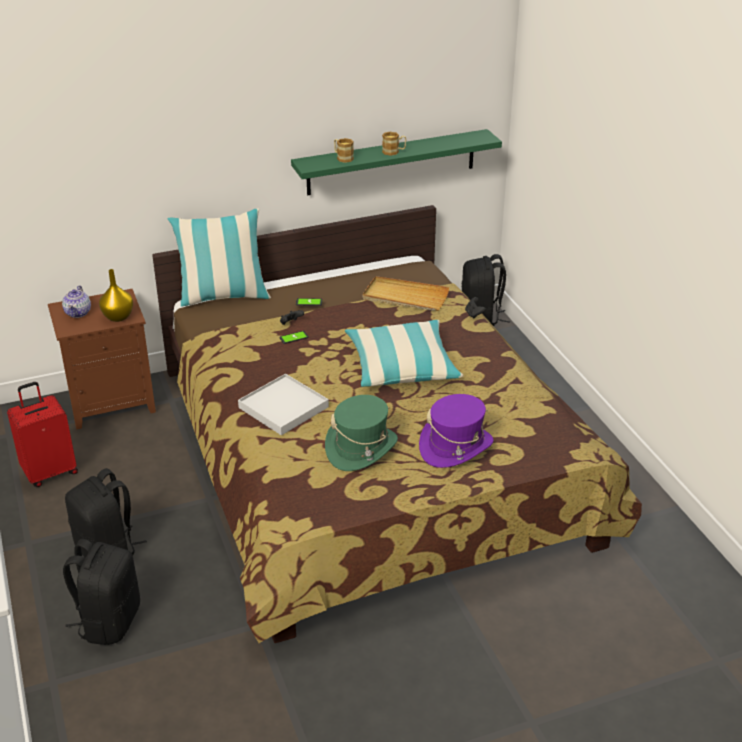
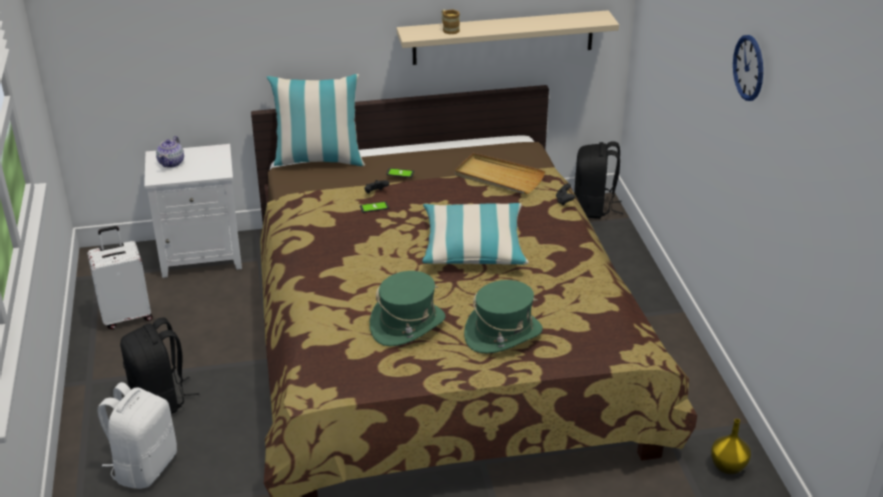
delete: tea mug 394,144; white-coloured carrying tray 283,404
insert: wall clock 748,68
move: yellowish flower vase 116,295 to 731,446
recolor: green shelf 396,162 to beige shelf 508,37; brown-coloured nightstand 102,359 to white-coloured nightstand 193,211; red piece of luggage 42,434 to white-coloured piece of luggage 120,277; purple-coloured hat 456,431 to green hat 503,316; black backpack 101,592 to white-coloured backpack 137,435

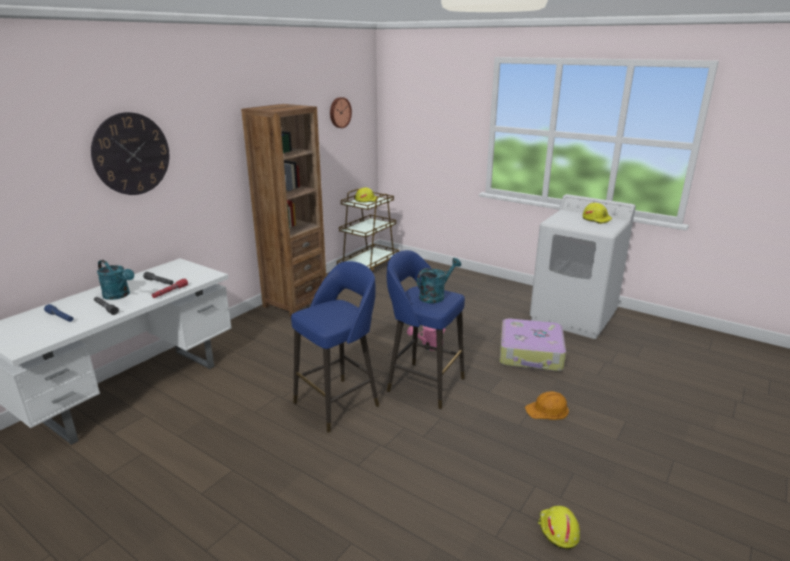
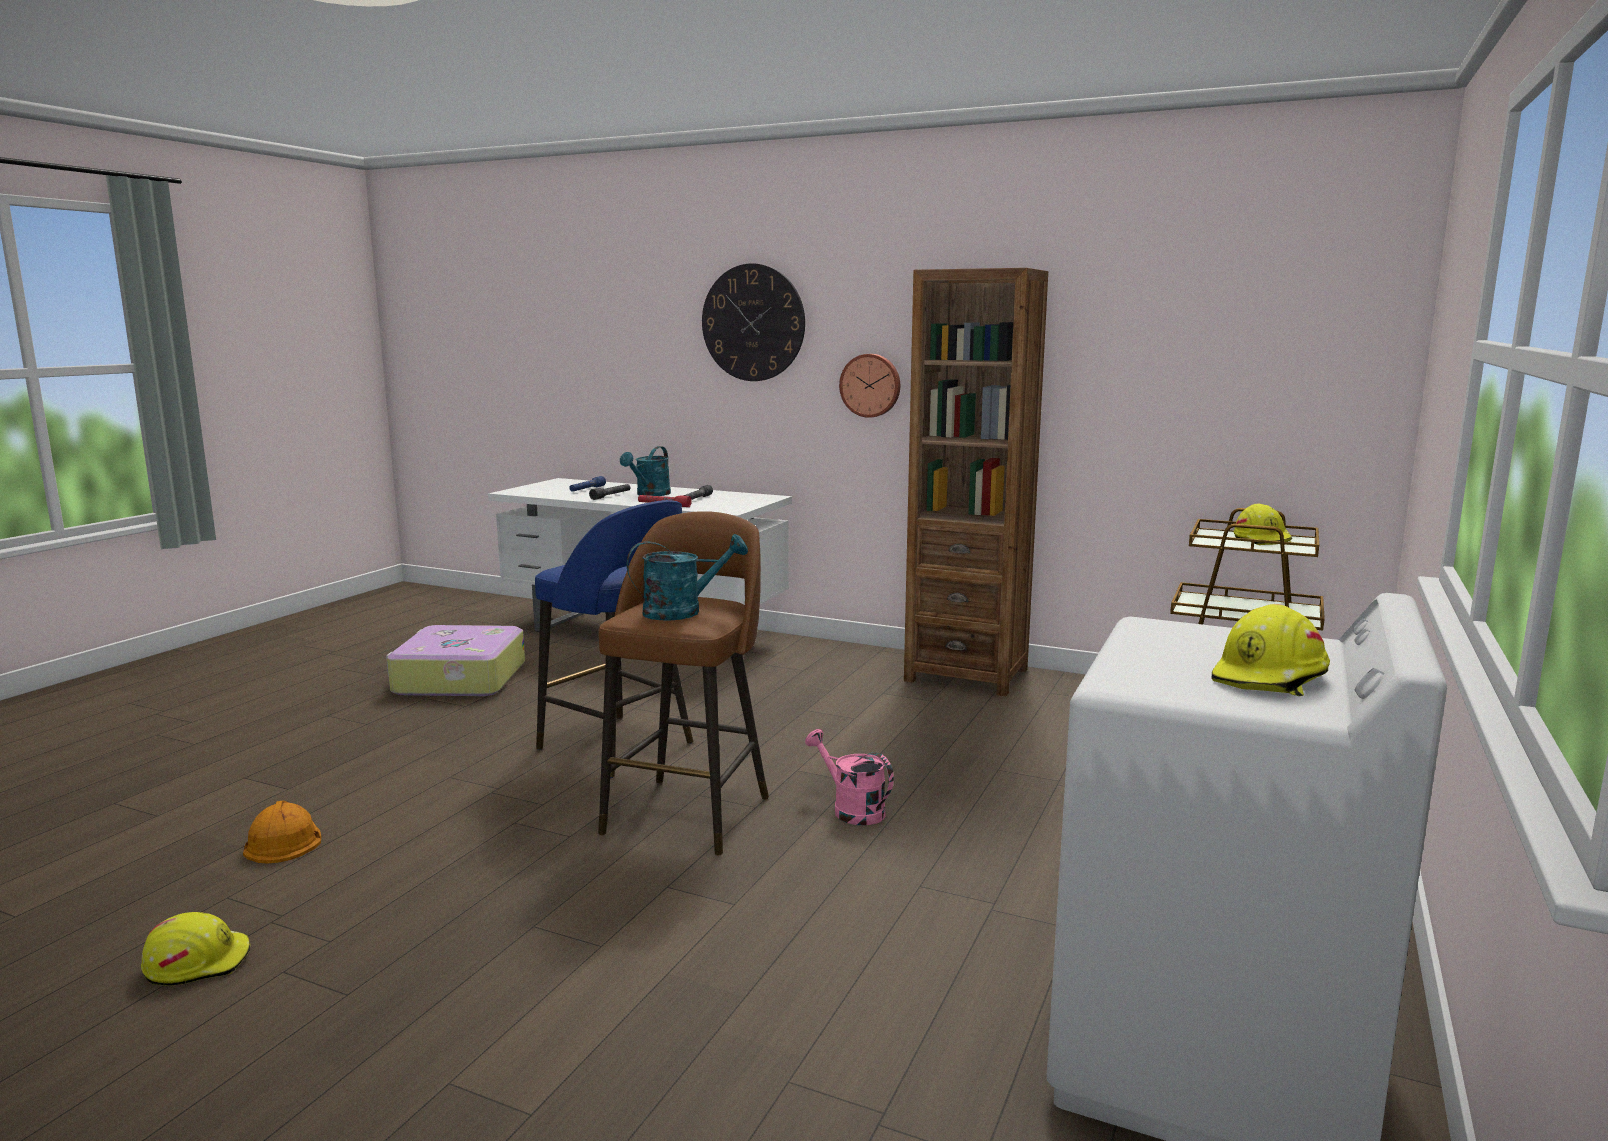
move: wall clock 341,112 to 869,386; piece of luggage 533,344 to 455,660; orange-coloured safety helmet 547,405 to 282,832
recolor: blue sitting stool 426,329 to brown-coloured sitting stool 683,683
rotate: turquoise watering pot 439,280 = 687,577 60 degrees counterclockwise

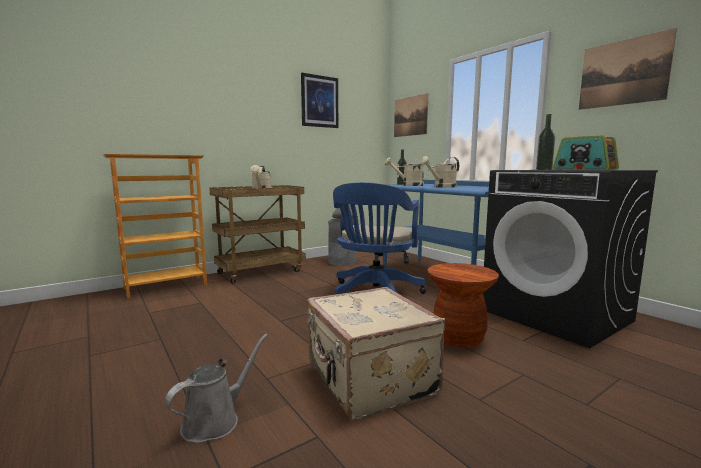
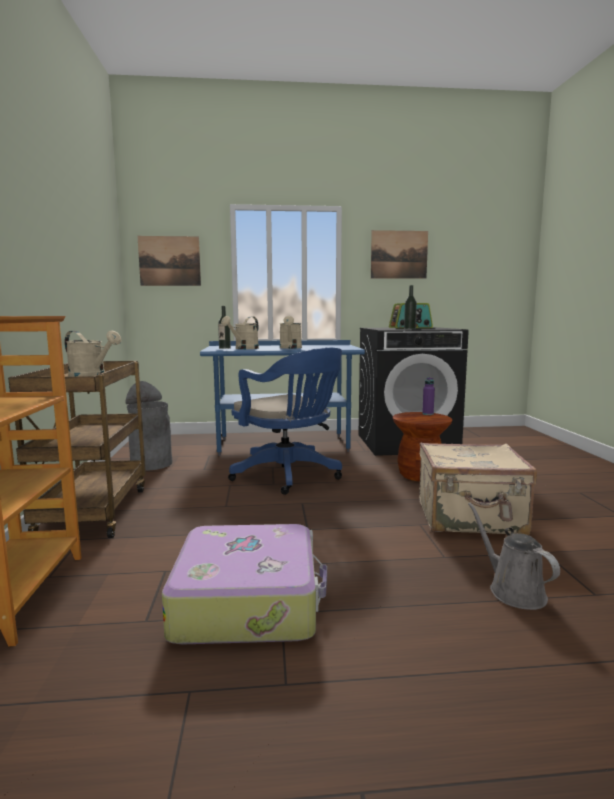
delete: wall art 319,100
insert: purple-coloured bottle 428,396; piece of luggage 244,584

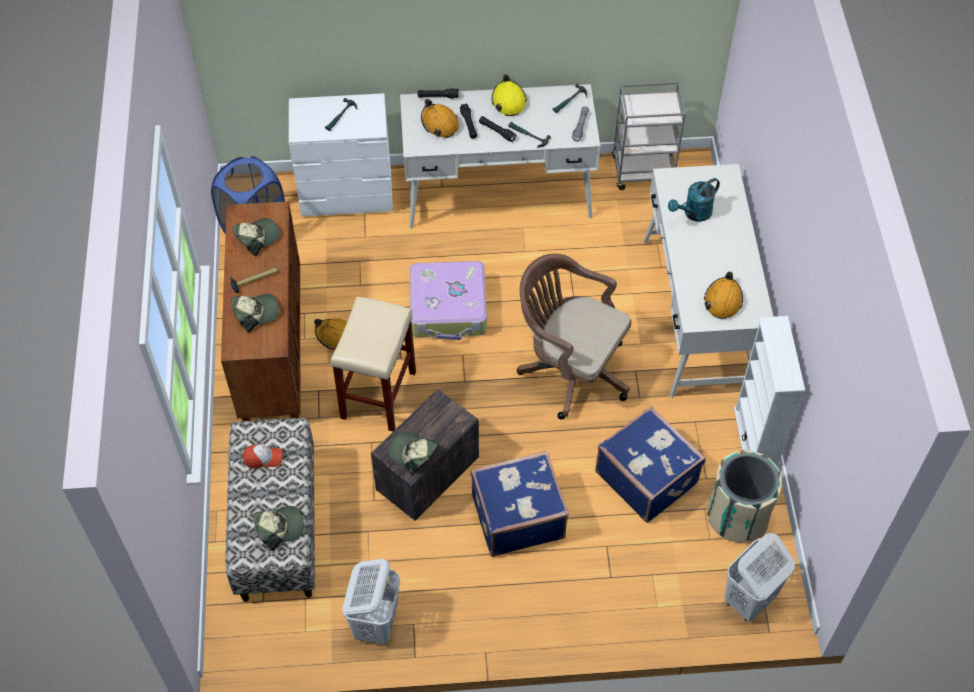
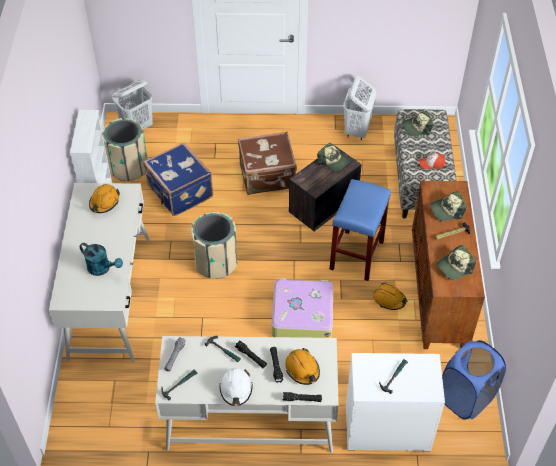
delete: gray wheeled cart 648,136
replace: brown-coloured desk chair 574,336 to beige trash can 214,245
recolor: yellowish safety helmet 509,95 to white-coloured safety helmet 236,387; beige sitting stool 373,364 to blue sitting stool 360,230; blue piece of luggage 520,504 to brown-coloured piece of luggage 267,163
rotate: turquoise watering pot 694,200 = 101,259 60 degrees clockwise

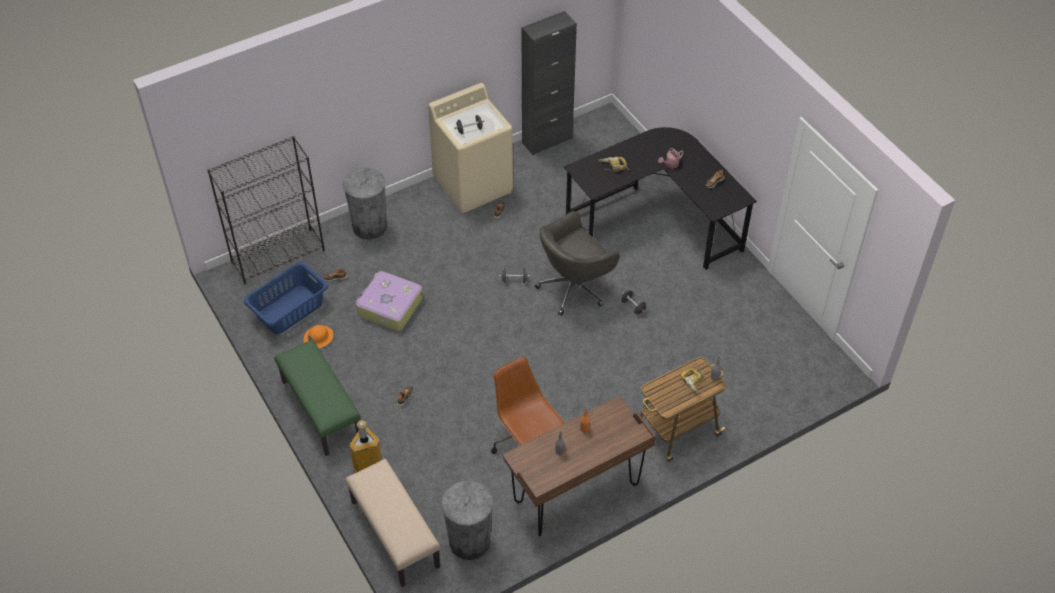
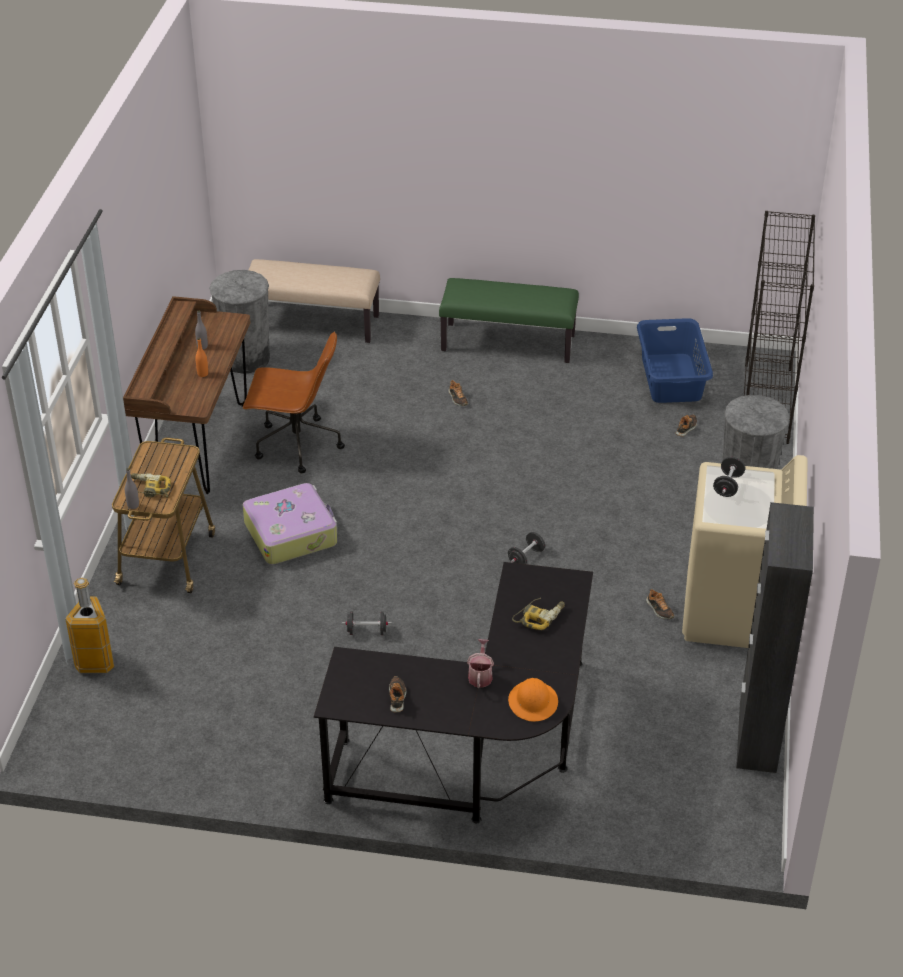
delete: gray desk chair 577,263
move: piece of luggage 389,301 to 290,524; orange-coloured safety helmet 318,336 to 533,700; trash can 365,446 to 89,625

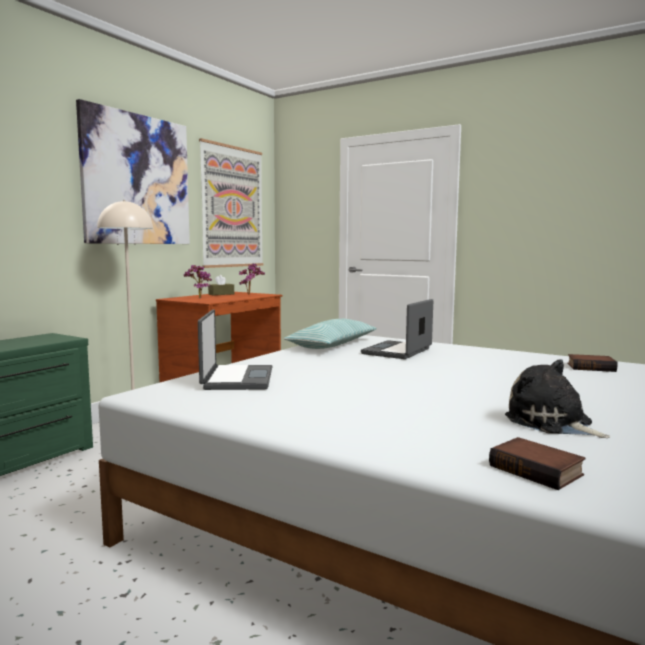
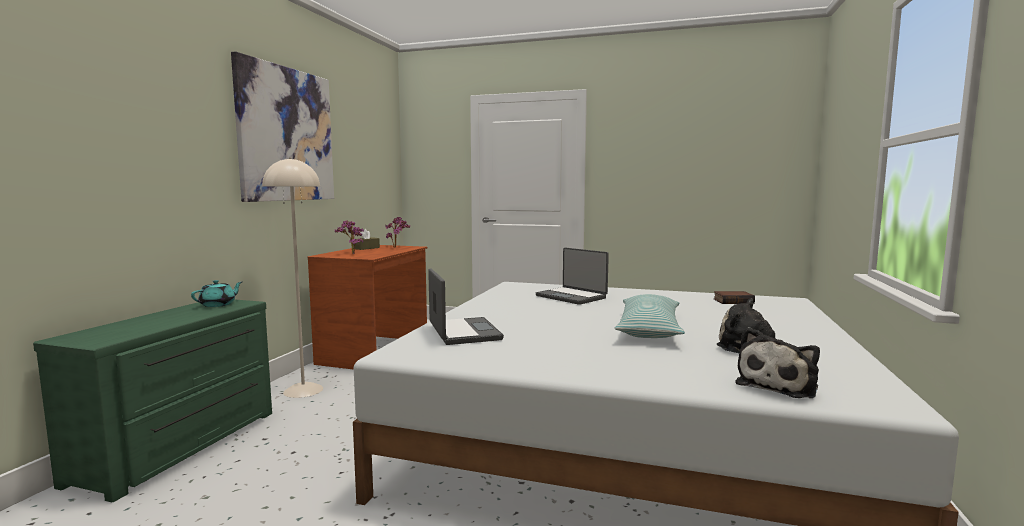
delete: wall art 231,203
insert: turquoise tea pot 216,293
move: throw pillow 330,334 to 650,316
replace: bound book 537,463 to cuddly toy 778,362
rotate: notebook computer 397,329 = 572,276 60 degrees counterclockwise

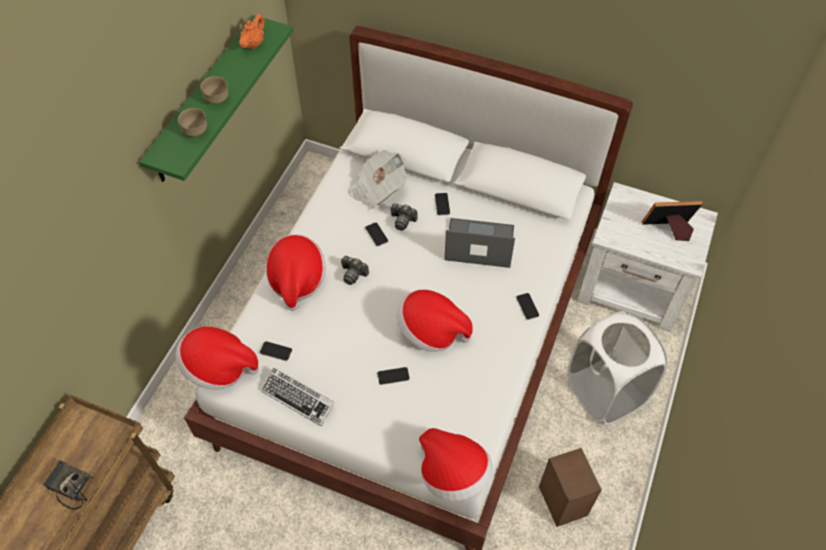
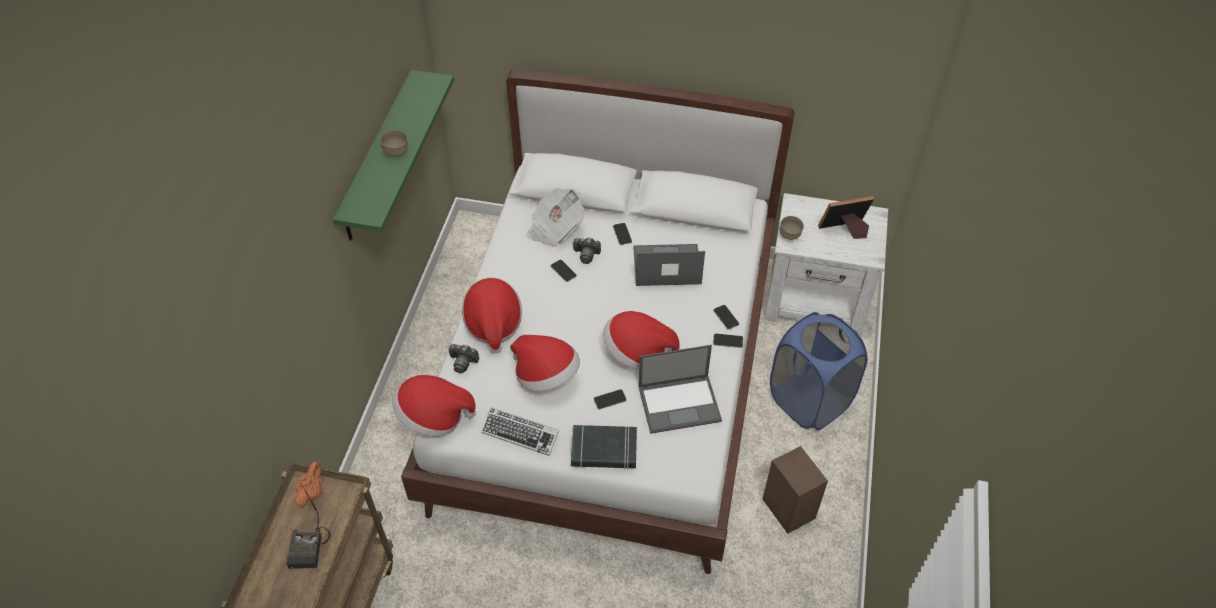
insert: notebook computer 680,389; black bound book 604,447
move: orange-coloured tea pot 252,31 to 309,484; brown-coloured bowl 192,122 to 791,228; photo camera 355,270 to 463,358; handset 276,351 to 728,340; hat 456,464 to 545,363
recolor: white-coloured hamper 617,368 to blue hamper 819,371
rotate: radio 67,485 = 308,529 105 degrees counterclockwise

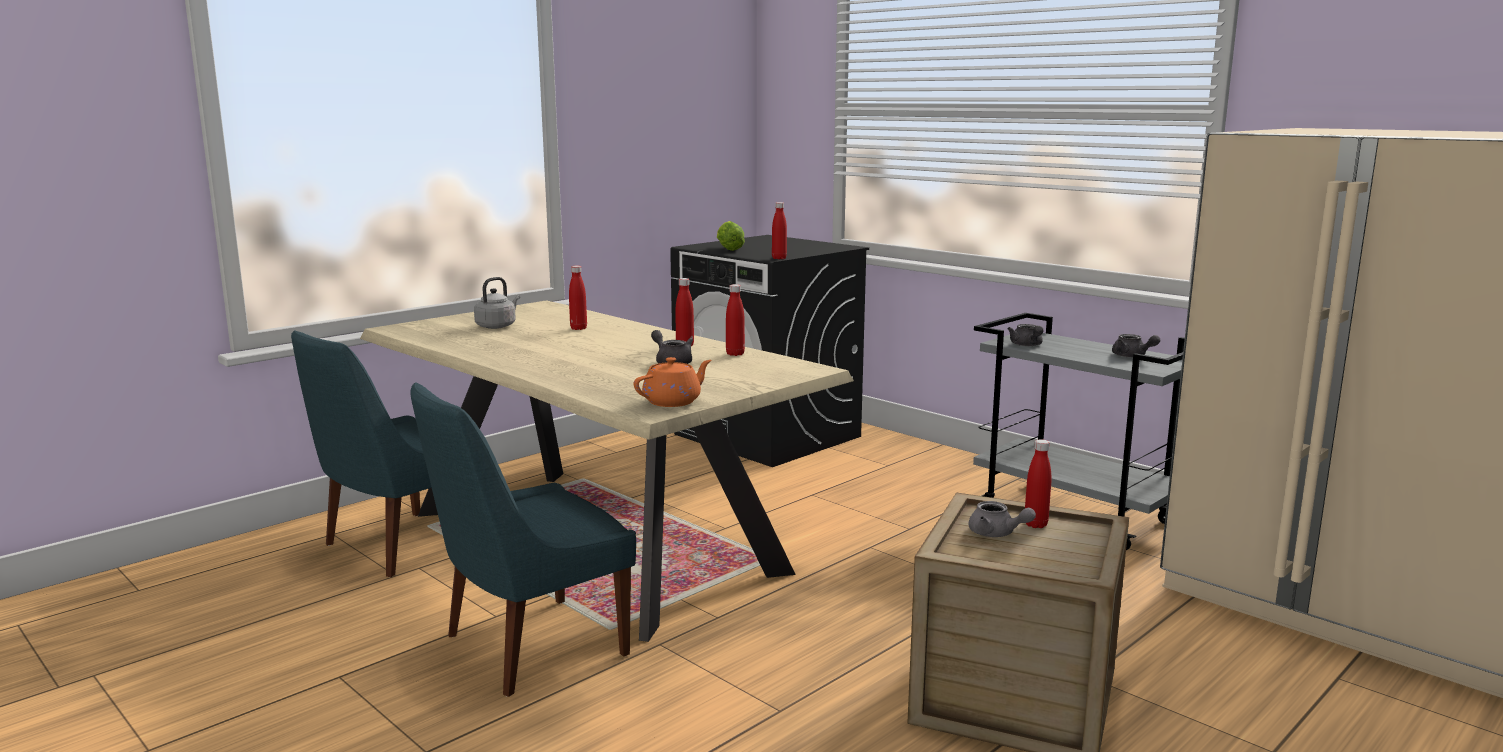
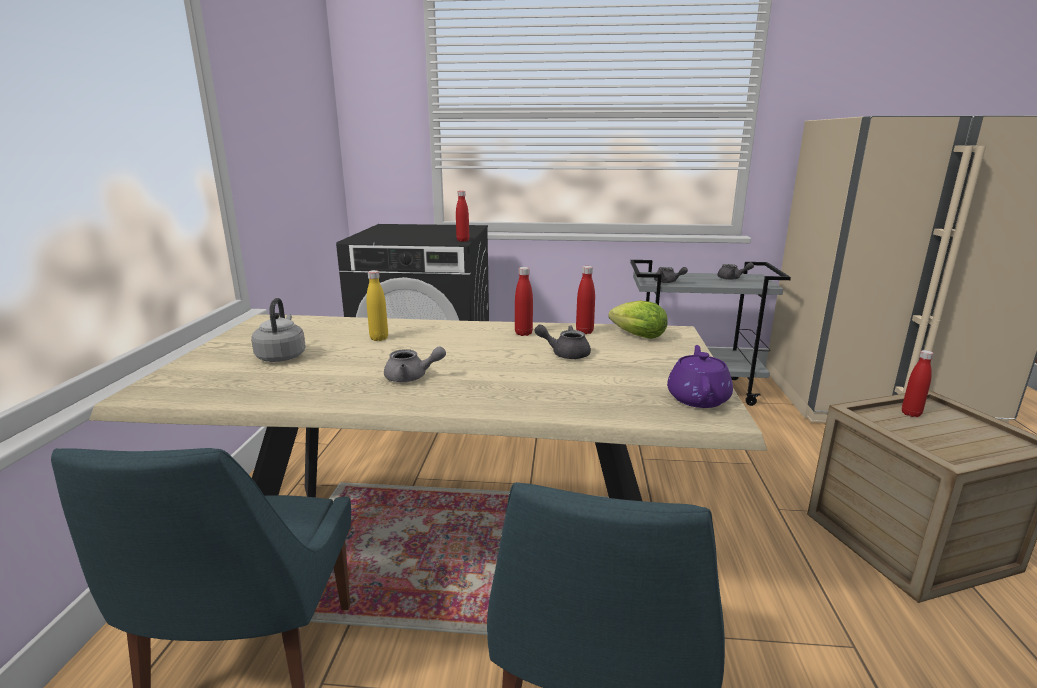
move: lettuce 731,236 to 638,320; gray tea pot 1002,519 to 415,364
recolor: red bottle 578,298 to yellowish bottle 377,305; orange-coloured tea pot 672,382 to purple-coloured tea pot 700,376

